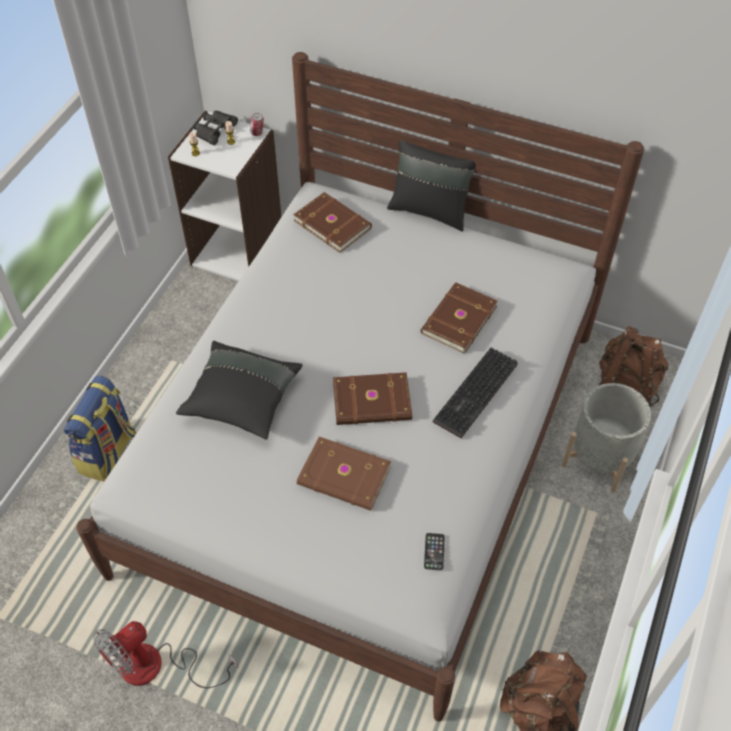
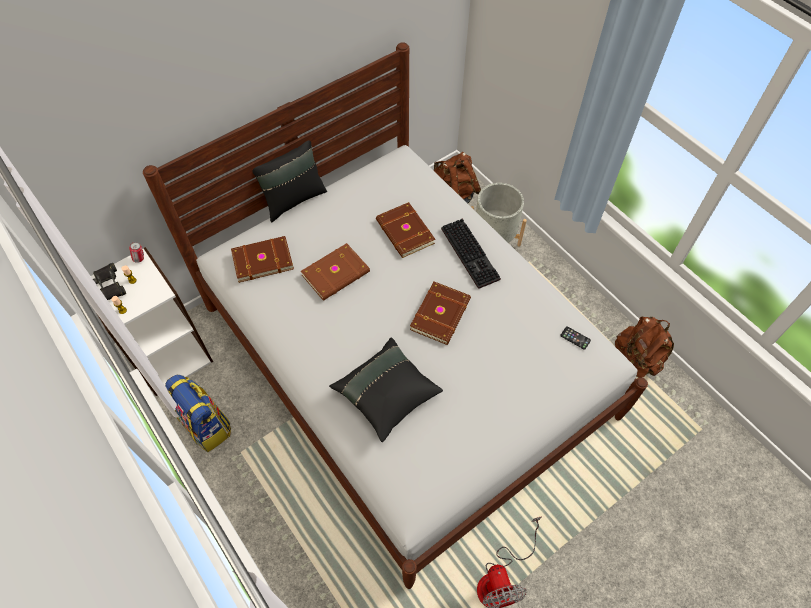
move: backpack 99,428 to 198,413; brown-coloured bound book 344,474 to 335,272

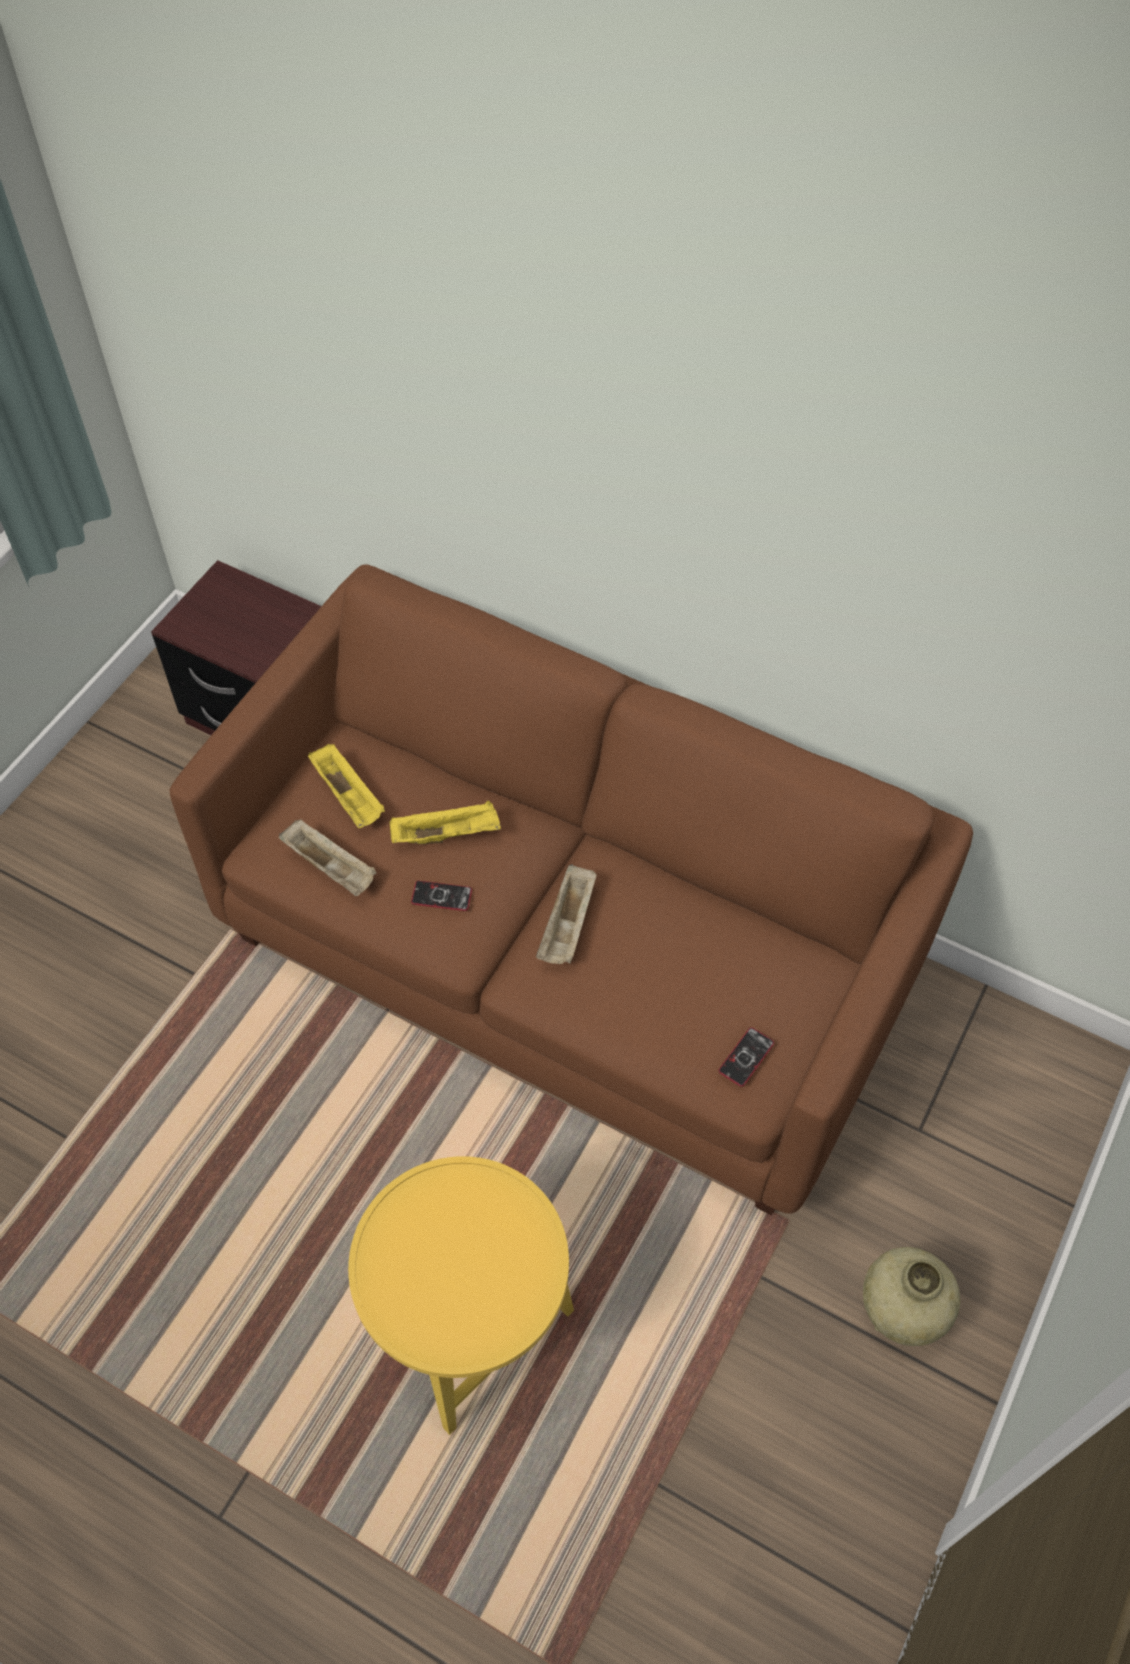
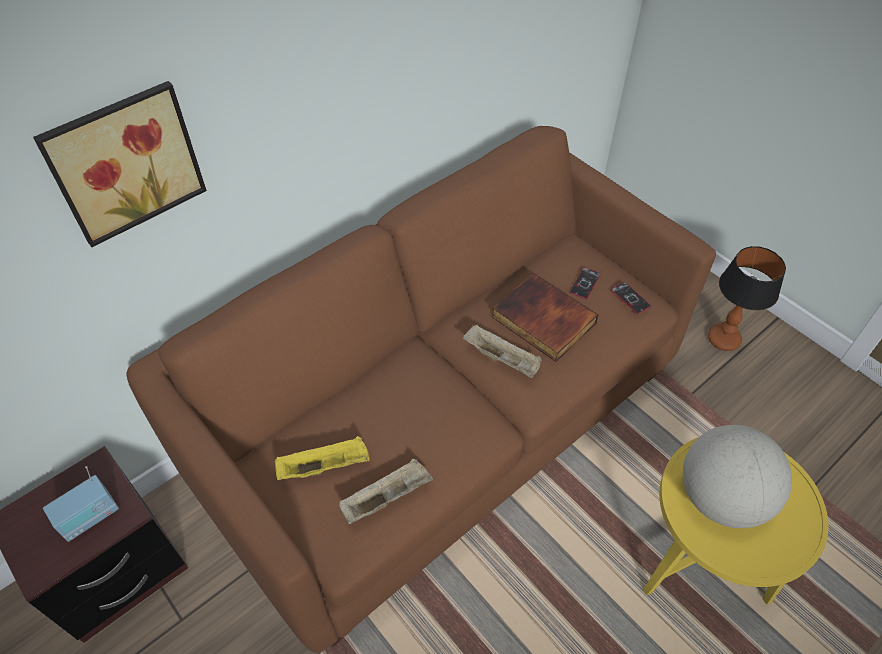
delete: yellowish carrying tray 445,822
insert: wall art 120,164; bound book 545,317; globe 737,476; radio 81,504
move: handset 441,896 to 585,283
replace: beige flower vase 911,1296 to table lamp 747,298

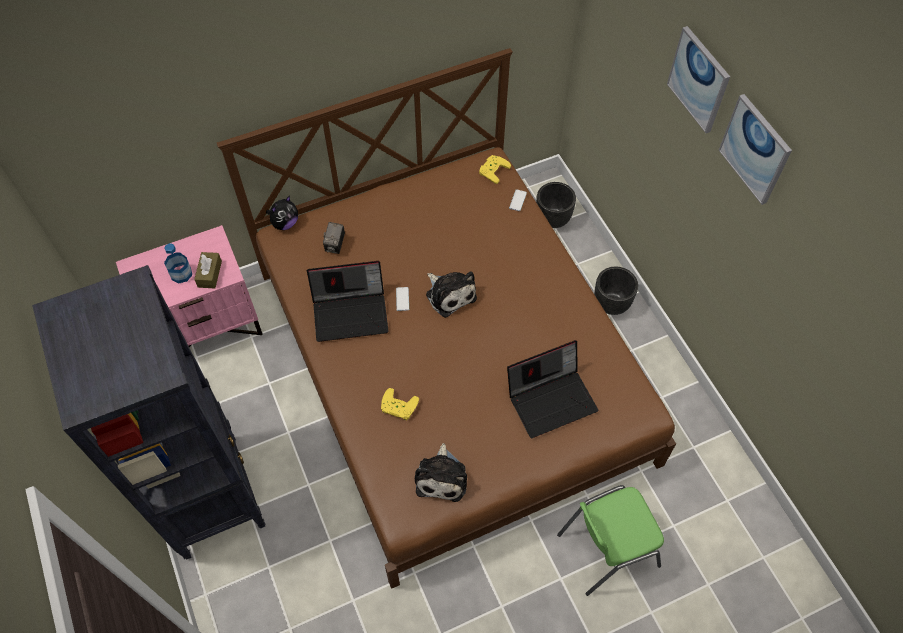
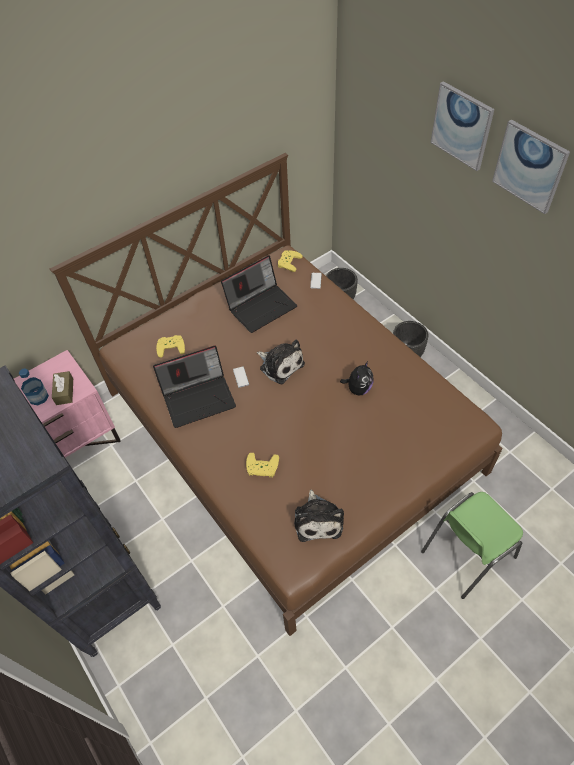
move: cuddly toy 282,212 to 357,378; notebook computer 552,389 to 259,294
replace: photo camera 334,238 to yellowish joypad 170,346

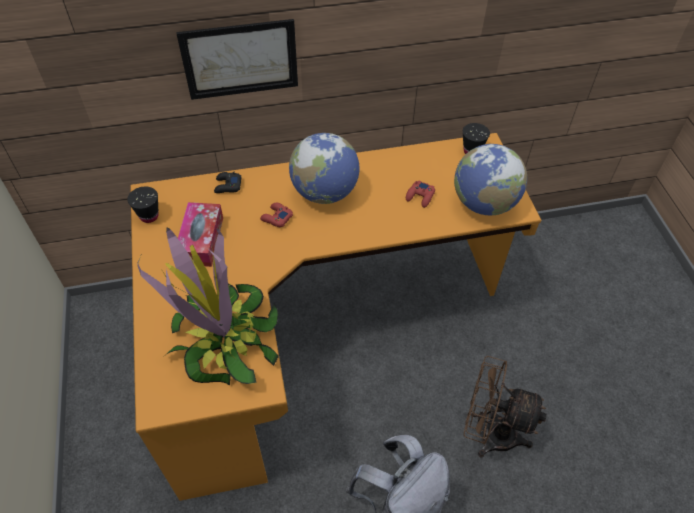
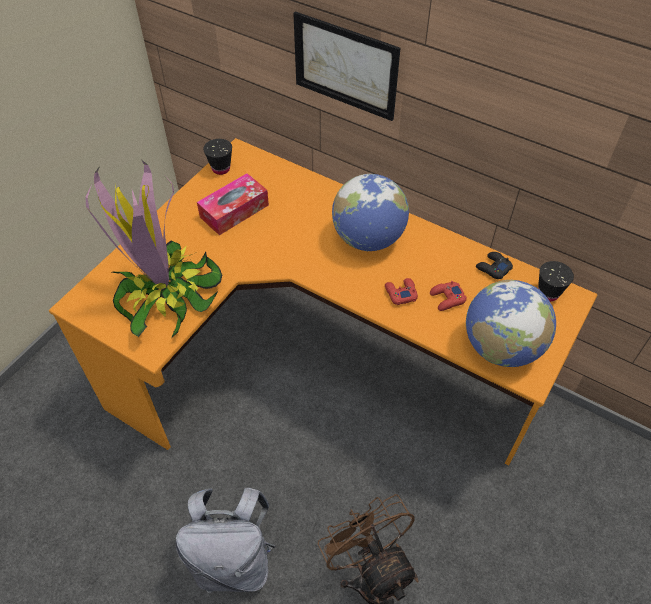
move: black joypad 228,182 to 494,265; red joypad 276,214 to 401,291

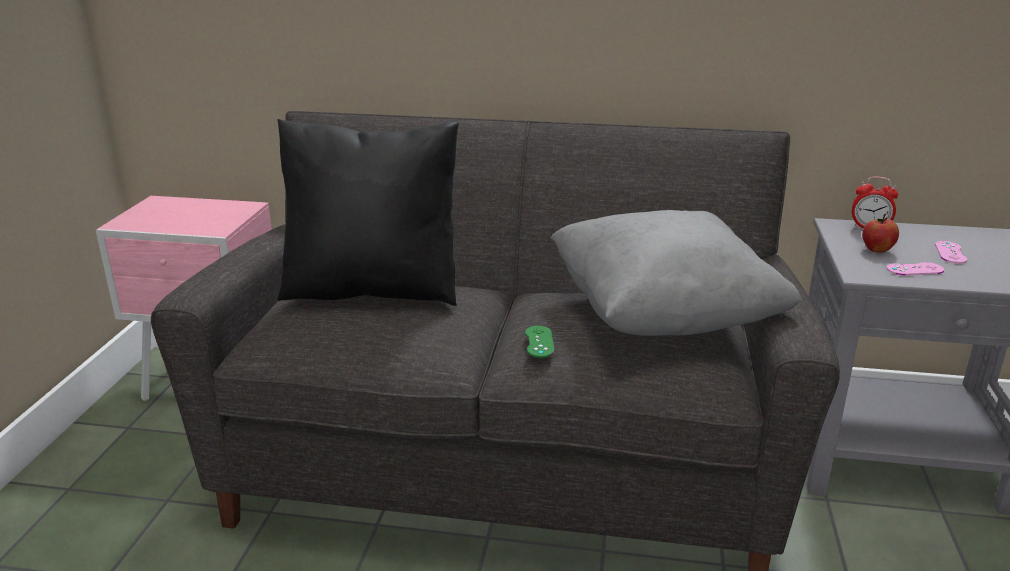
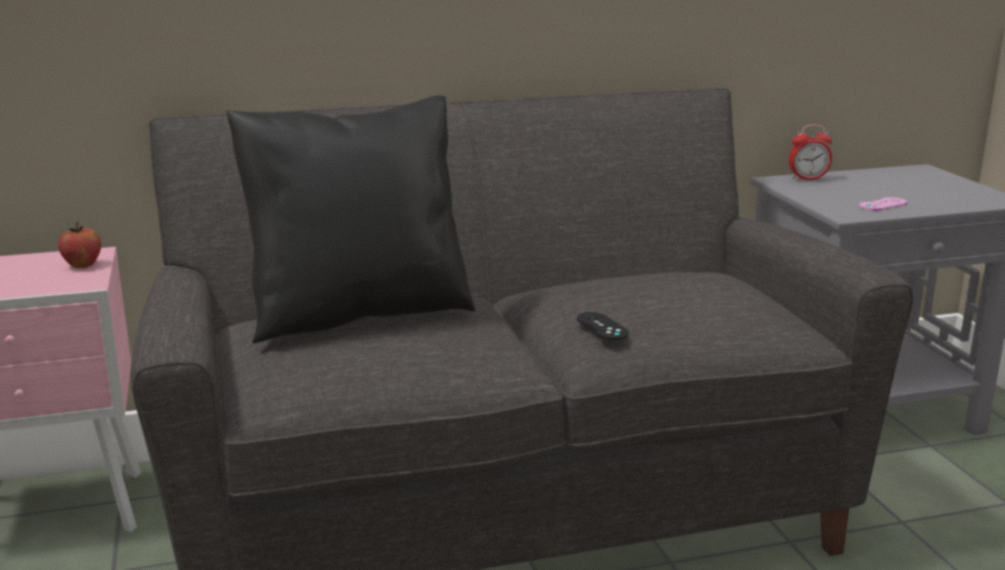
delete: gray throw pillow 676,273; pink joypad 951,252
move: whole apple 880,233 to 79,245
recolor: green joypad 540,342 to black joypad 603,326

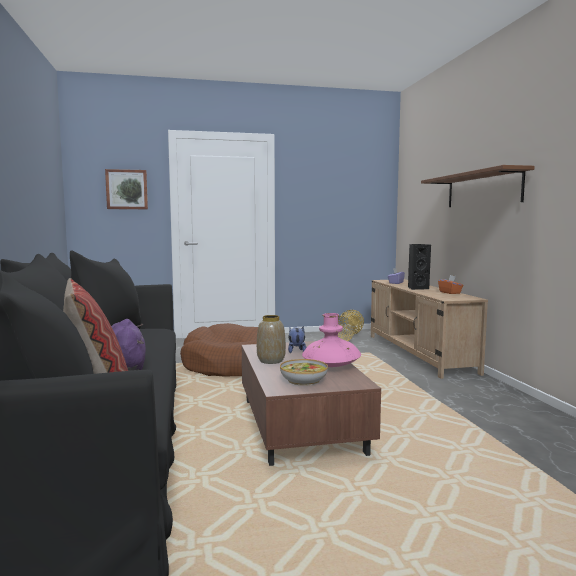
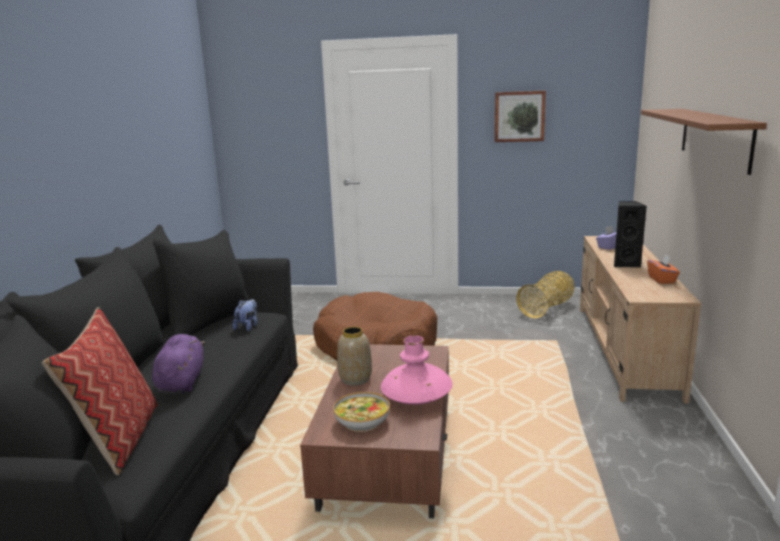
move: wall art 126,189 to 520,116; cuddly toy 297,339 to 244,315

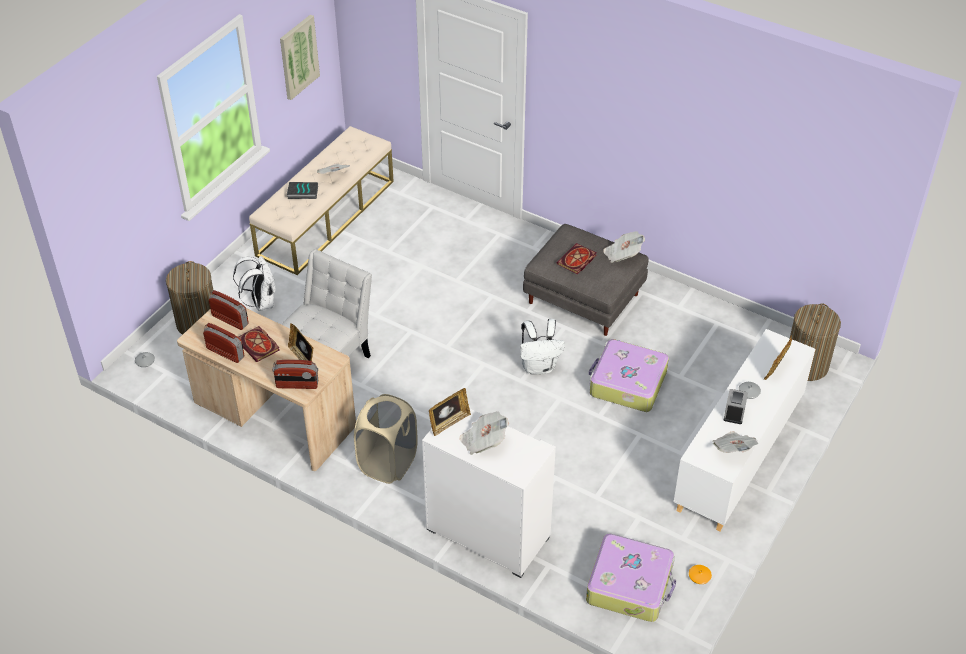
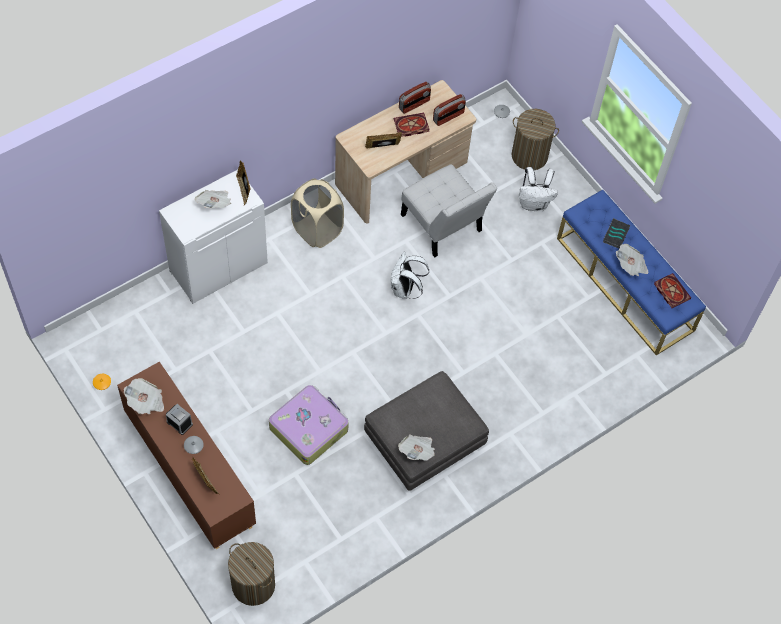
delete: wall art 300,57; radio 295,374; piece of luggage 631,577
move: bound book 576,258 to 672,290; white-coloured backpack 542,347 to 410,275
recolor: beige indoor bench 321,200 to blue indoor bench 631,272; white-coloured storage cabinet 744,430 to brown-coloured storage cabinet 186,455

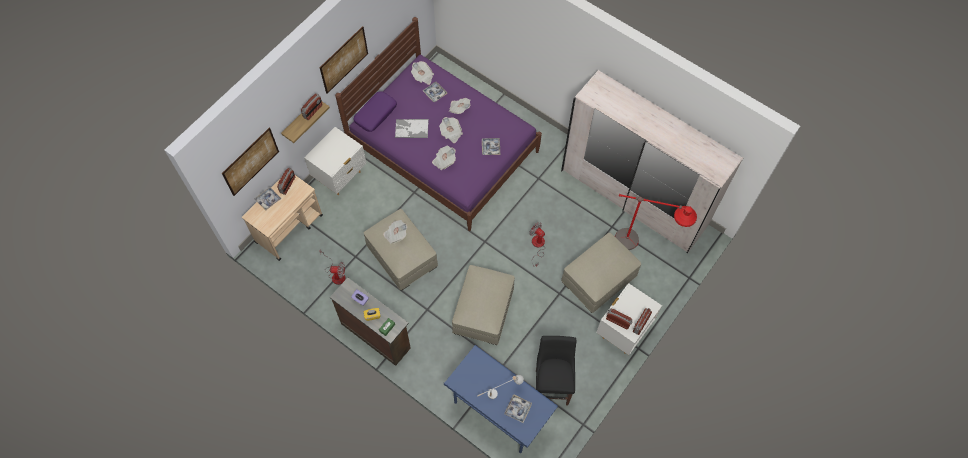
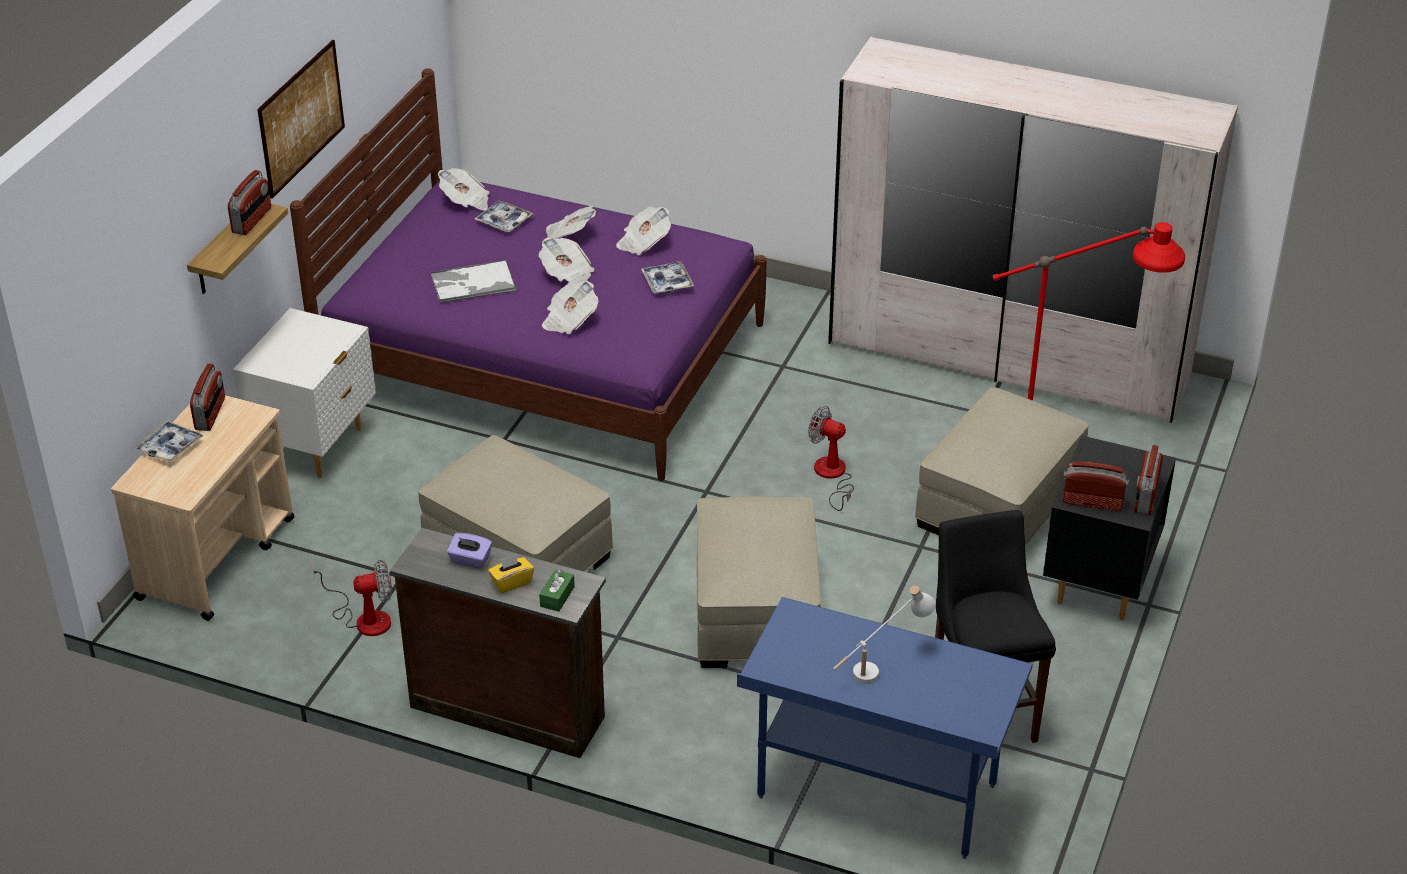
delete: purple-coloured throw pillow 375,111; wall art 250,161; carrying tray 518,408
move: newspaper 395,232 to 643,230
recolor: white-coloured nightstand 629,319 to black nightstand 1109,528

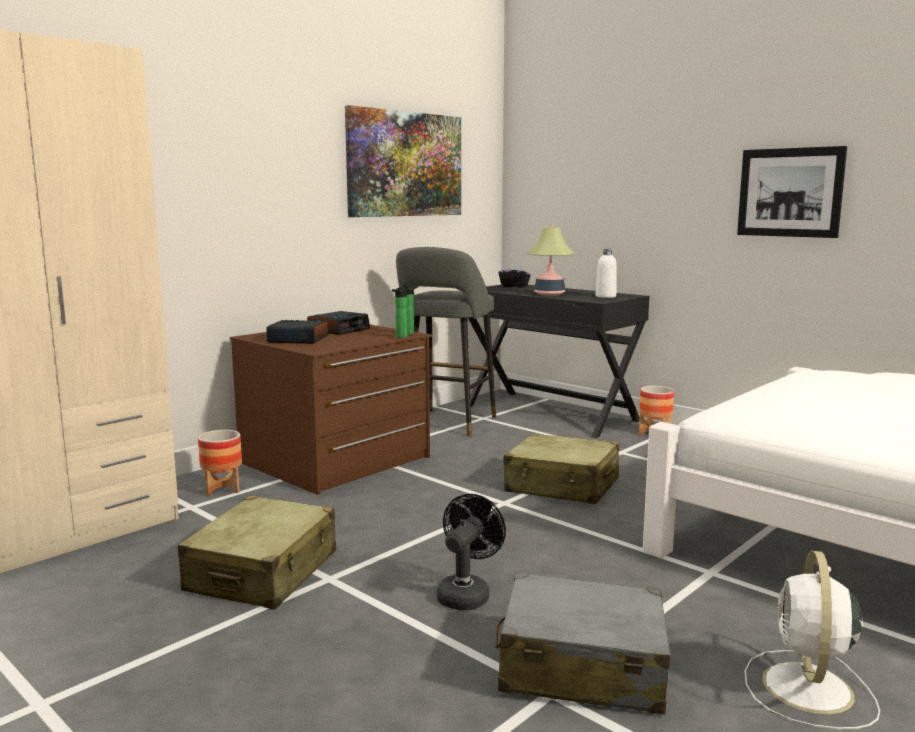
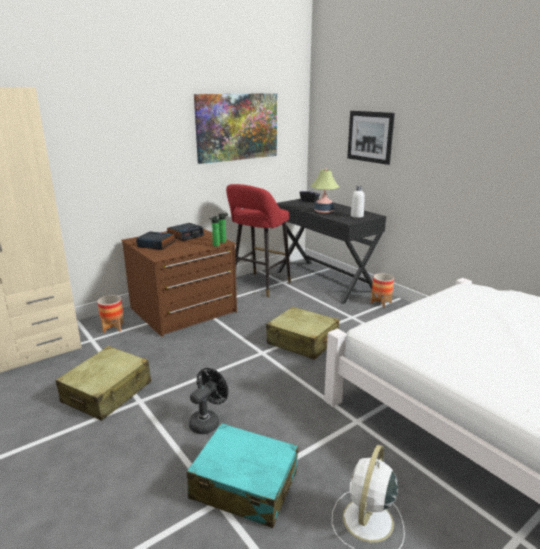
move: wall art 792,192 to 371,138
recolor: gray sitting stool 446,341 to red sitting stool 258,240; gray piece of luggage 582,643 to turquoise piece of luggage 243,475

